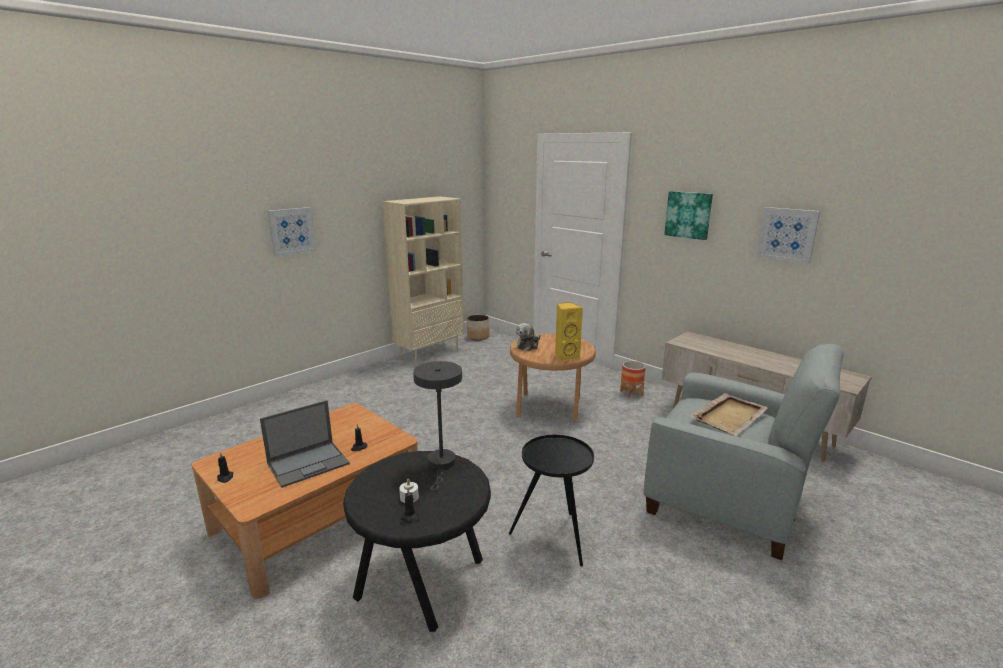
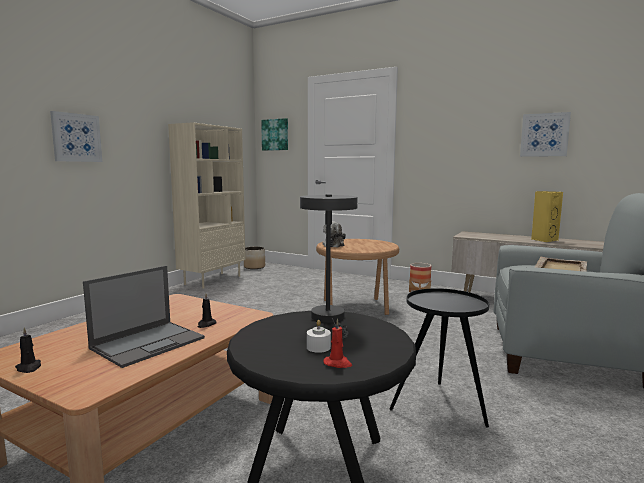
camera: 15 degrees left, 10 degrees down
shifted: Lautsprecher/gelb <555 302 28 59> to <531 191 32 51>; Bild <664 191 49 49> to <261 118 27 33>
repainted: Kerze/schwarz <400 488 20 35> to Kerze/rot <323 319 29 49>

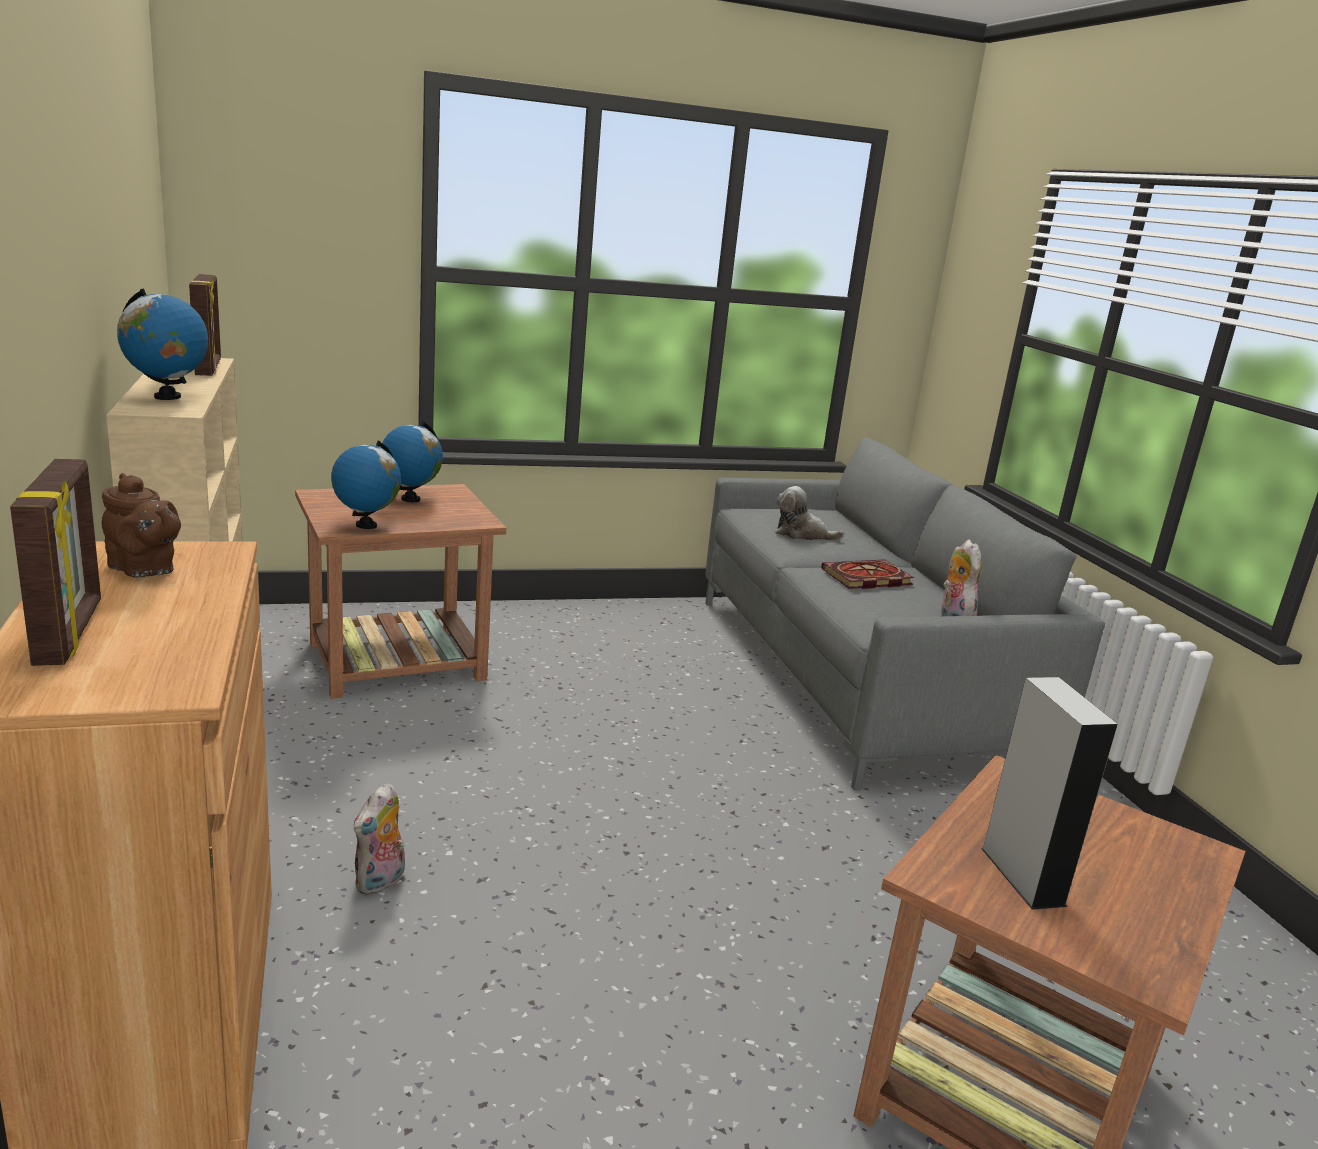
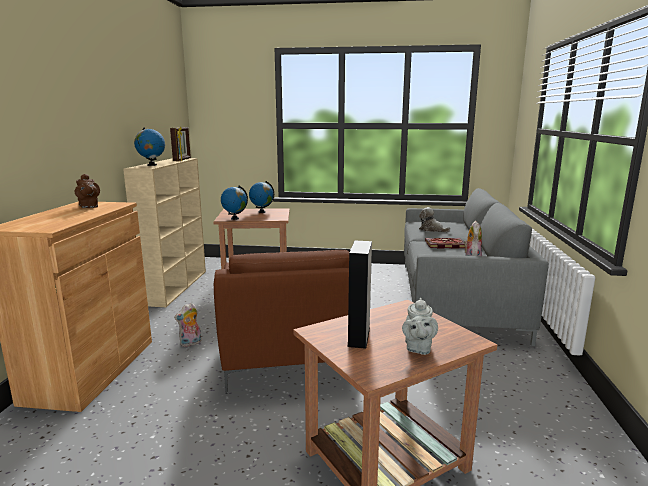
camera: 25 degrees right, 5 degrees down
gone: Bilderrahmen <10 459 91 207>
new: Sessel/braun <214 250 135 143>; Teekanne/grau <402 298 36 57>

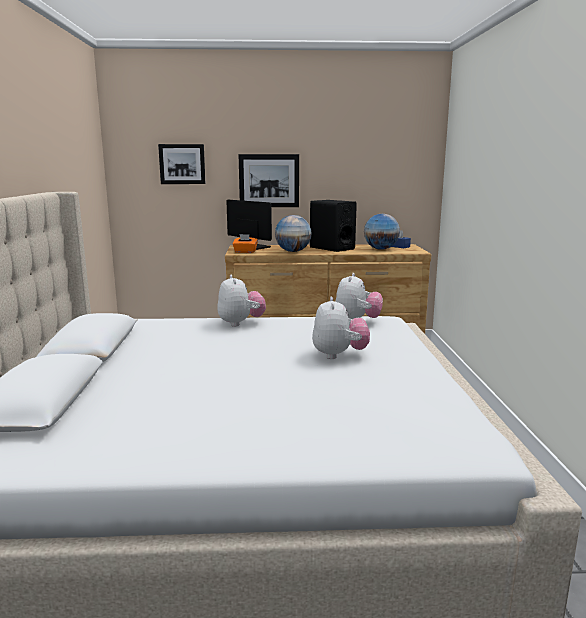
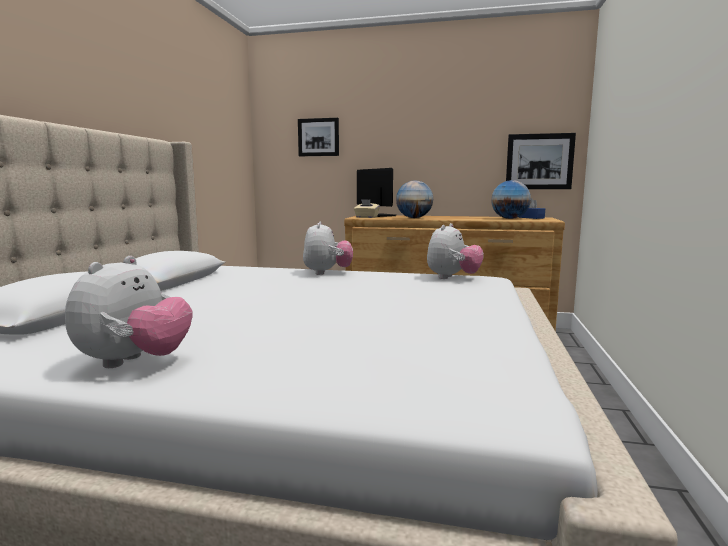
camera: 15 degrees right, 5 degrees down
gone: Lautsprecher/schwarz <310 200 47 52>
shifted: Bild <238 154 61 53> to <506 133 70 56>; Plüschtier <312 297 58 62> to <65 256 127 112>
repainted: Taschentuchbox/orange <232 234 26 19> to Taschentuchbox/beige <354 199 26 19>

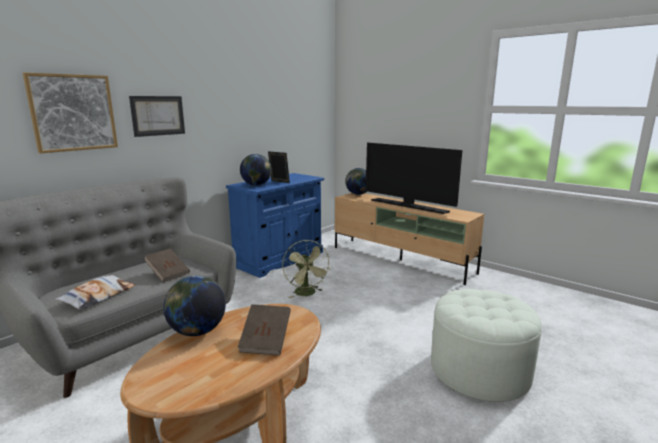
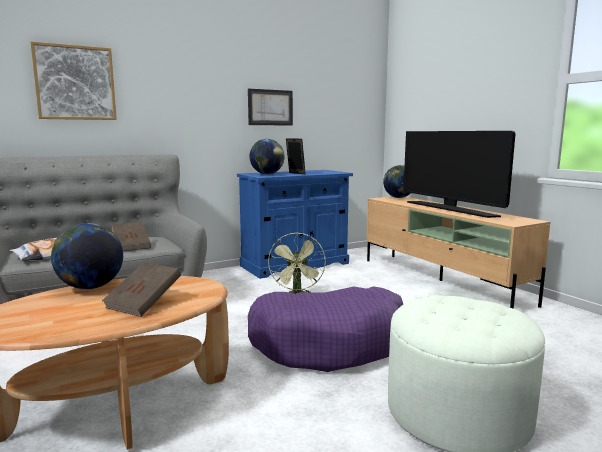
camera: 20 degrees right, 5 degrees down
new: Hundebett/lila <248 286 155 86>
shifted: Bild <129 96 56 41> to <248 89 45 37>

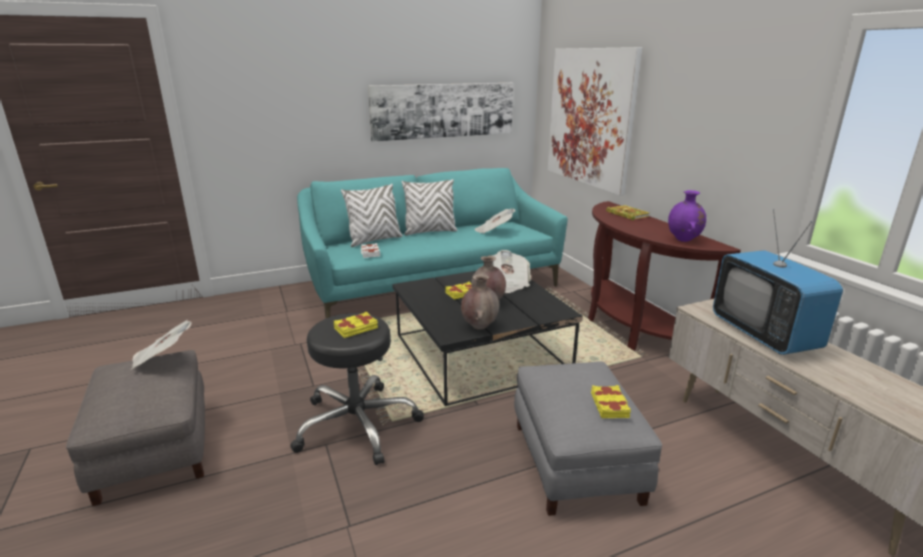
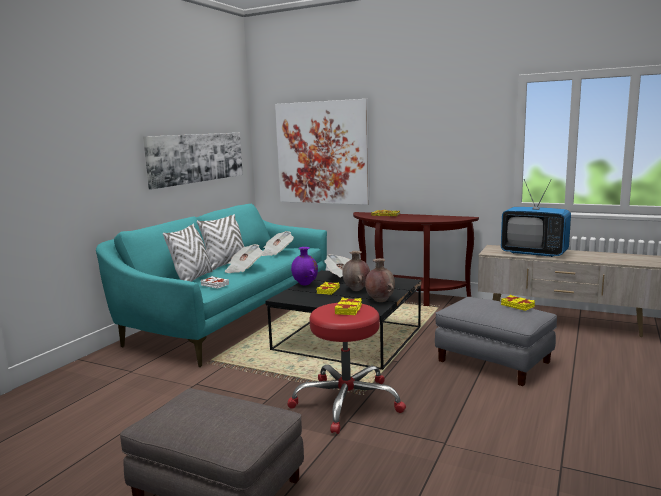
camera: 40 degrees left, 10 degrees down
shifted: Zeitung <131 320 61 49> to <225 244 38 29>; Vase/lila <668 190 38 52> to <291 247 27 38>
repainted: Hocker/schwarz <291 313 133 152> to Hocker/rot <287 303 119 131>

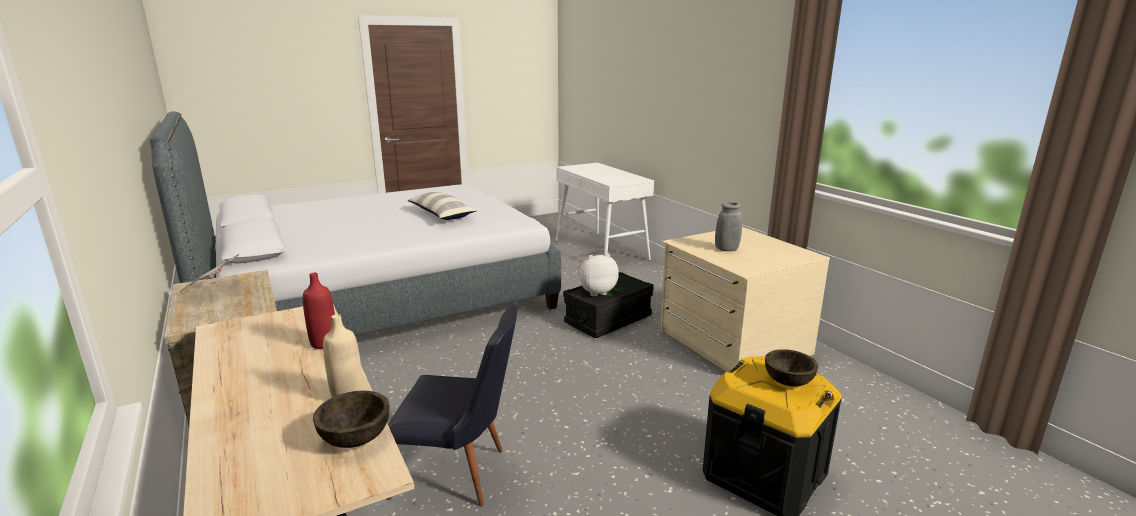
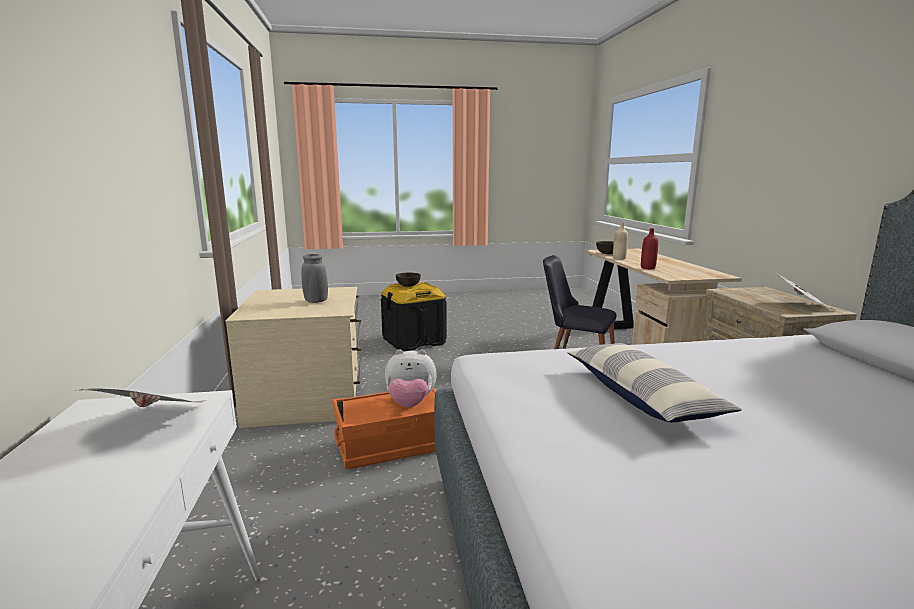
camera: 160 degrees left, 5 degrees down
new: Zeitung <75 388 132 19>
repainted: Aufbewahrungsbox/schwarz <563 272 91 66> to Aufbewahrungsbox/orange <333 387 103 82>

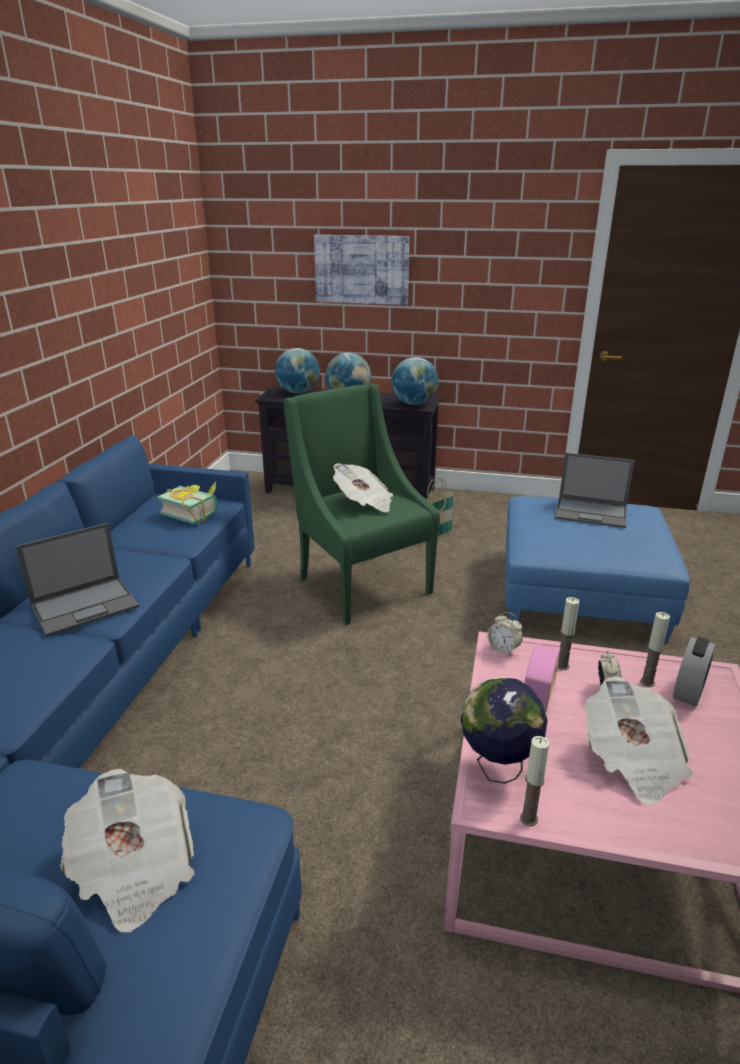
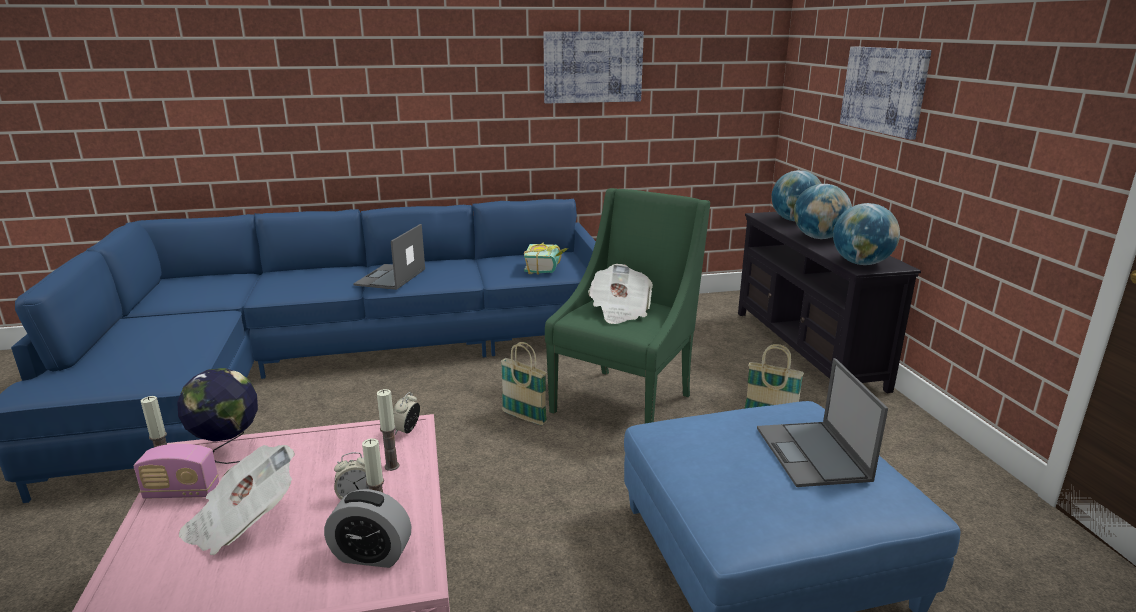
camera: 65 degrees right, 5 degrees down
gone: Zeitung <60 768 134 164>
new: Korb <501 342 46 83>; Bild <543 31 101 72>
shifted: Radio <524 643 36 70> to <134 444 85 55>
rotated: Laptop <16 523 123 114> = <353 224 72 66> 75 degrees clockwise

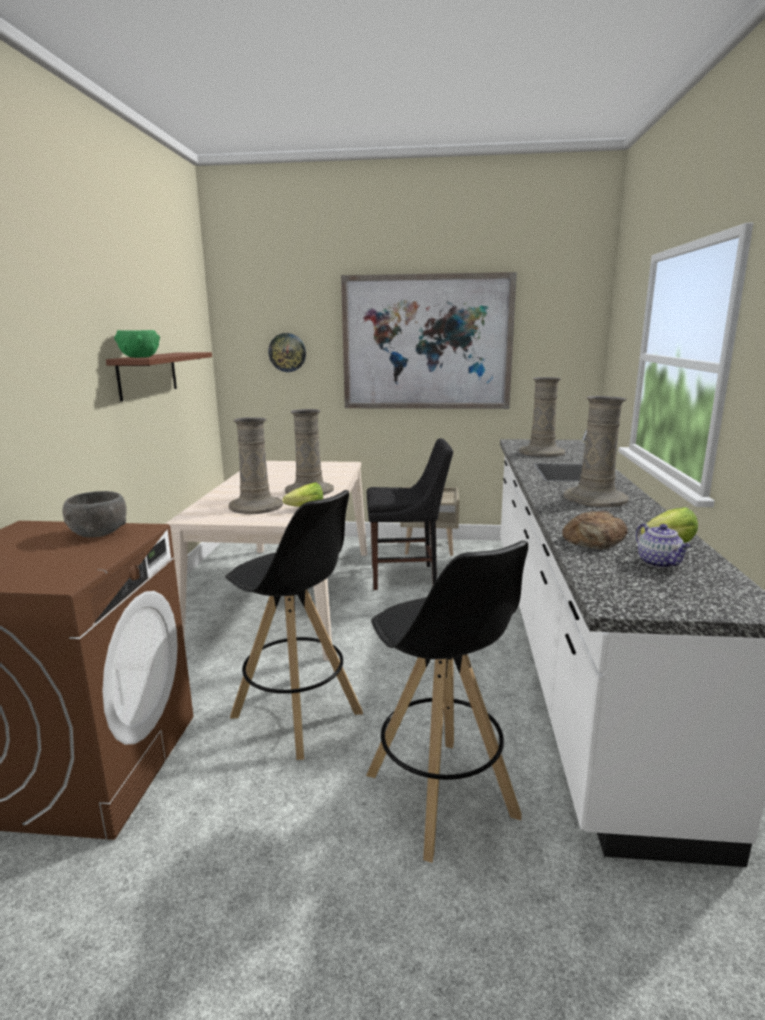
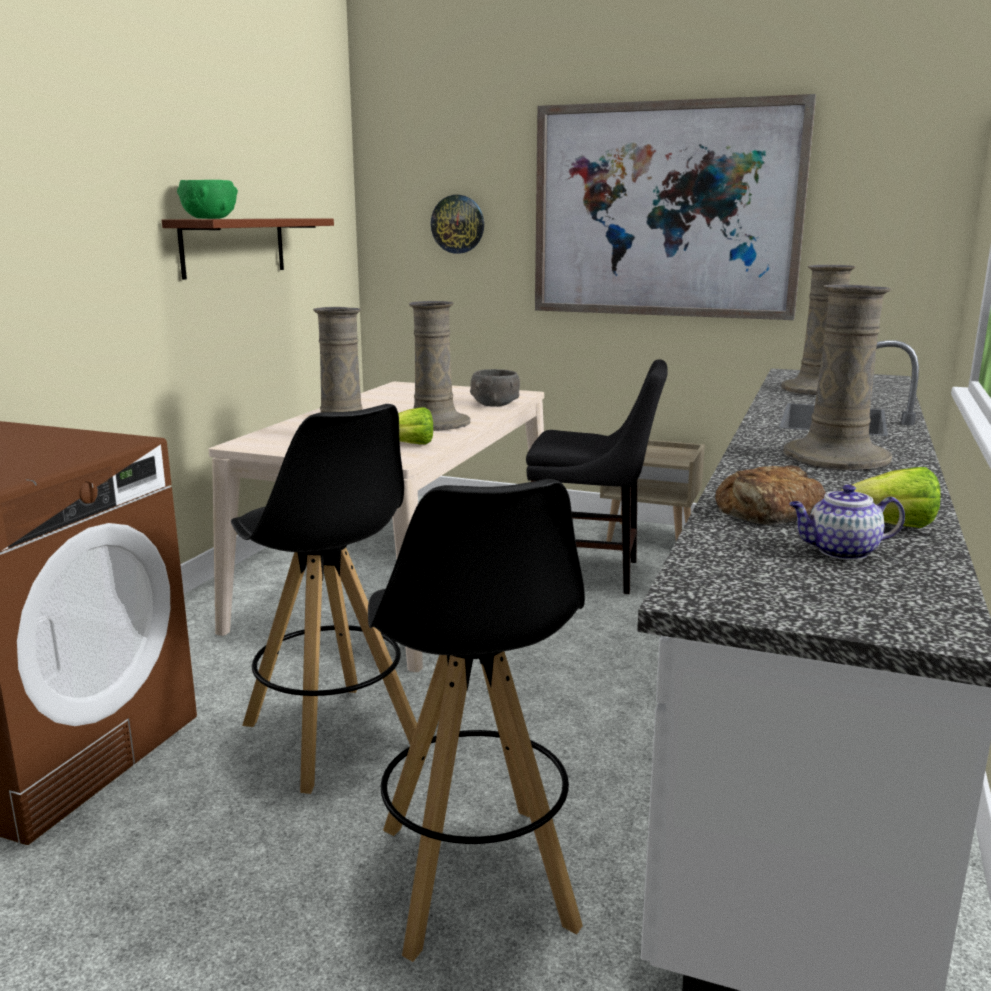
camera: 15 degrees right, 0 degrees up
shifted: Schüssel/grau <62 491 65 46> to <470 369 50 38>
rotated: Teekanne <636 523 55 45> = <789 485 116 75> 90 degrees clockwise

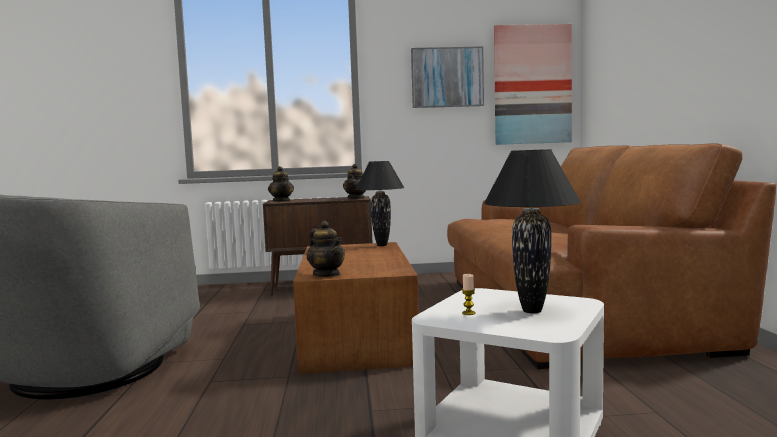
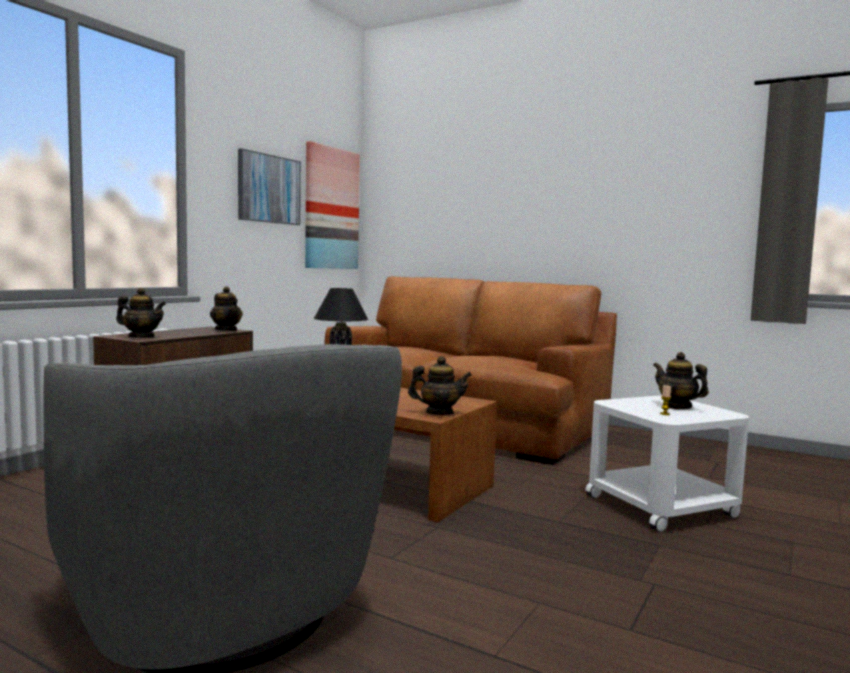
camera: 55 degrees left, 0 degrees up
swapped: Tischlampe/schwarz <483 149 98 164> to Teekanne <653 352 56 57>

